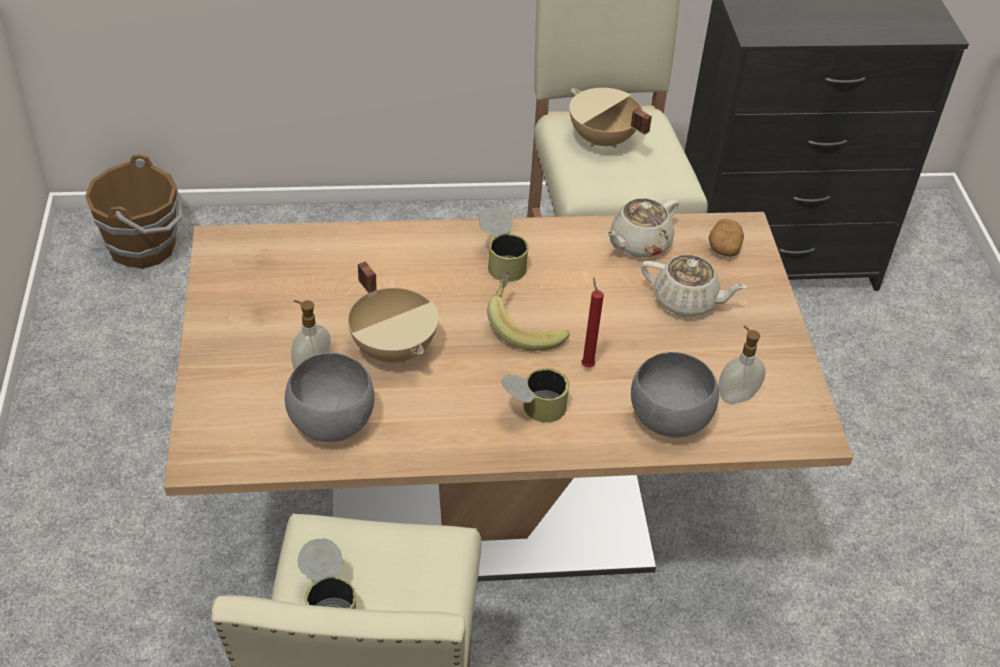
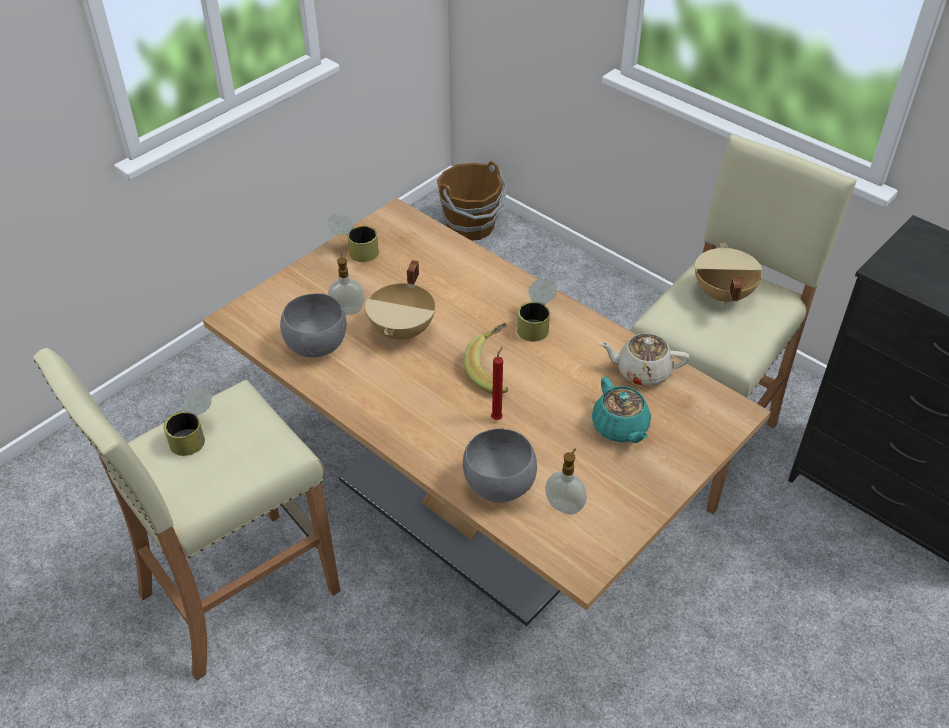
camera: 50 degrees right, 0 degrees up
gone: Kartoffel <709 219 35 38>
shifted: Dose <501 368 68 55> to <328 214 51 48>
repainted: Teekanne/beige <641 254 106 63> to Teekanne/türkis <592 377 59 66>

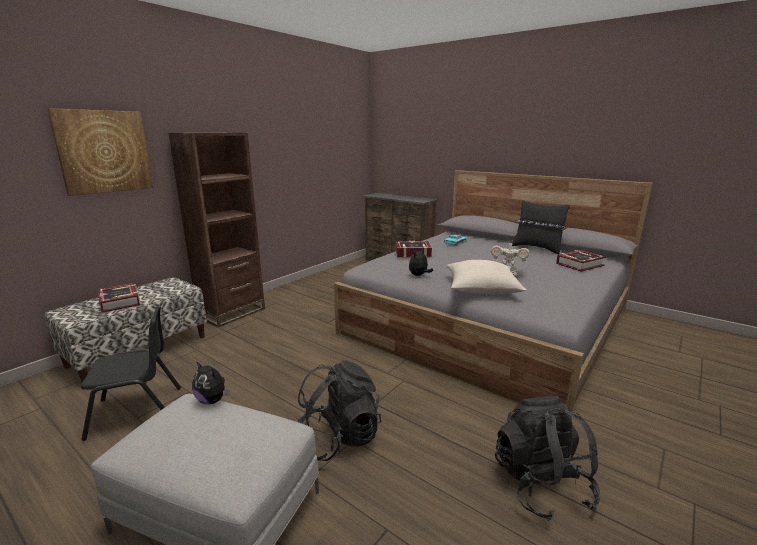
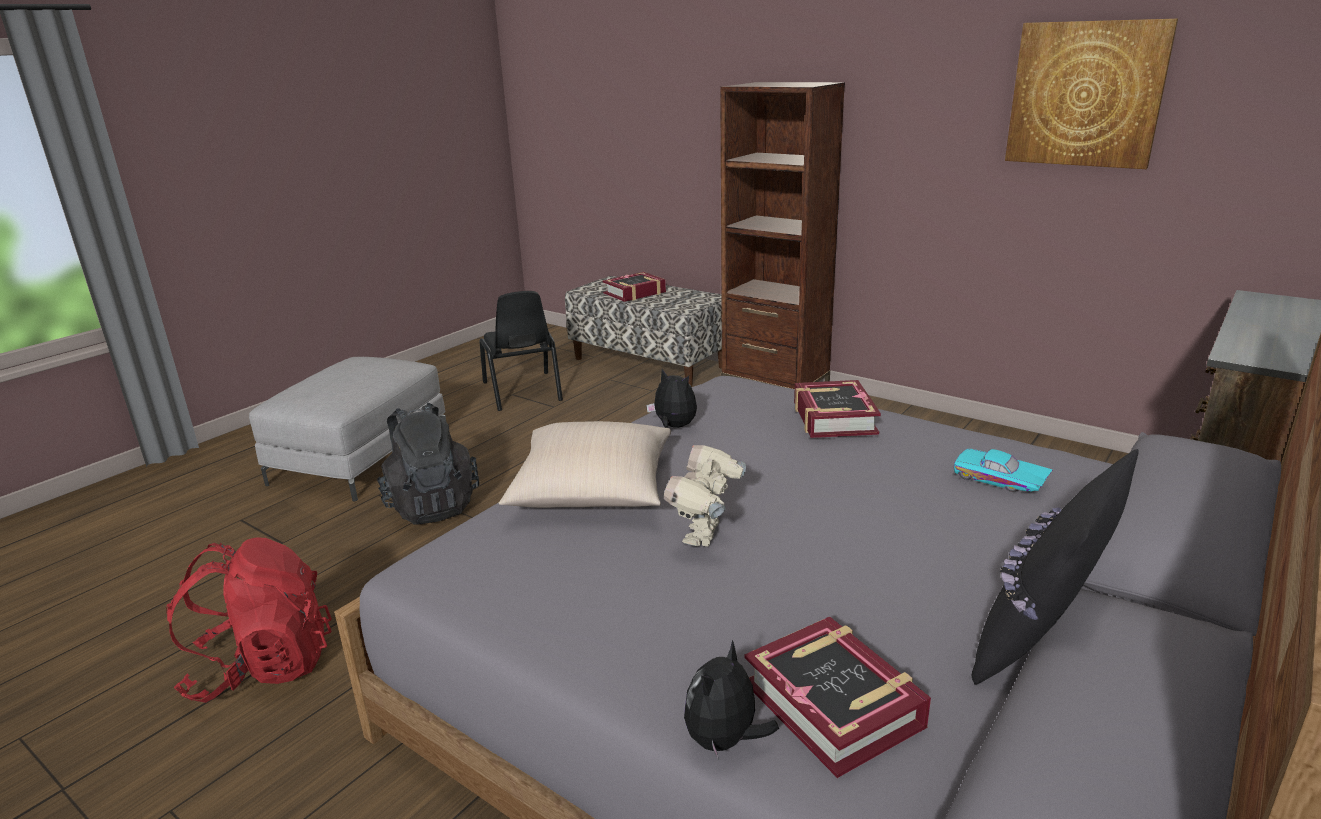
camera: 90 degrees right, 5 degrees up
shifted: Bild <47 108 106 88> to <1005 19 173 150>; Plüschtier <192 361 38 43> to <684 640 95 120>
repainted: Rucksack/schwarz <495 396 106 125> to Rucksack/rot <166 537 166 166>

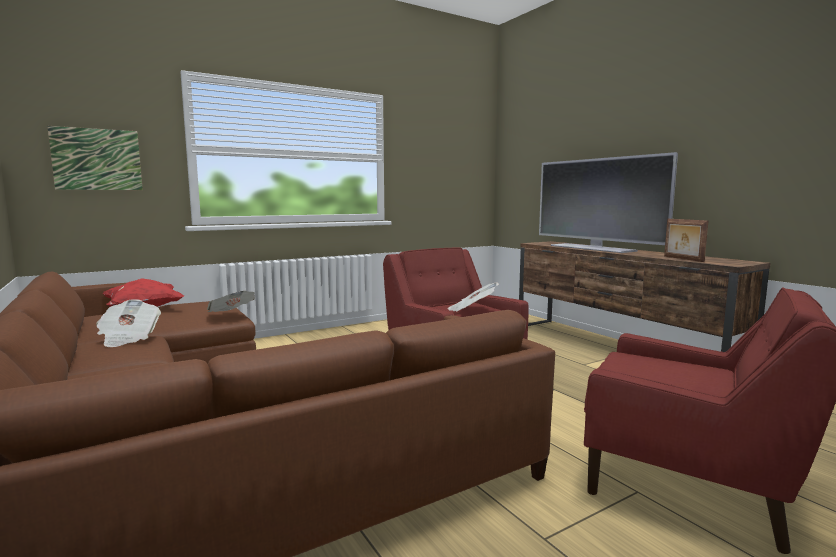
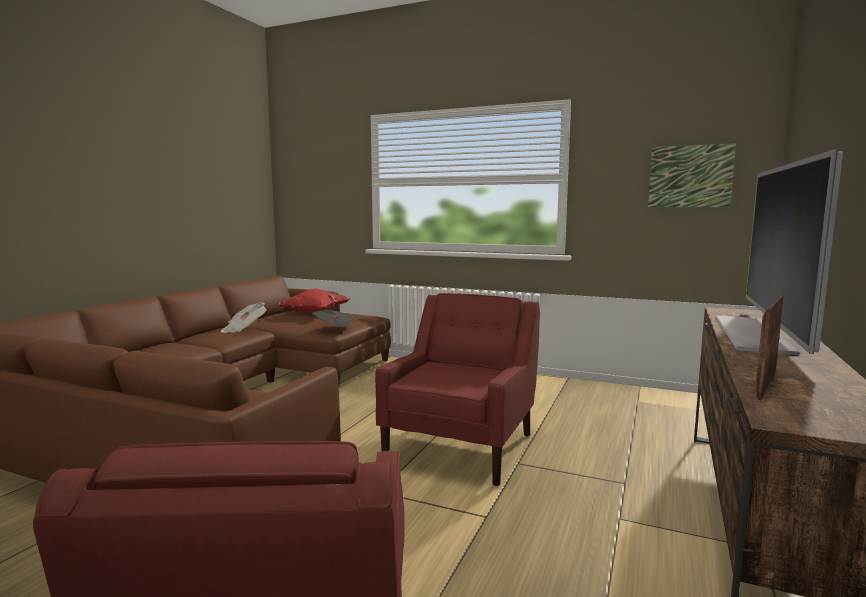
camera: 55 degrees right, 0 degrees up
gone: Zeitung <448 283 51 29>
shifted: Bild <47 126 96 64> to <648 143 88 64>

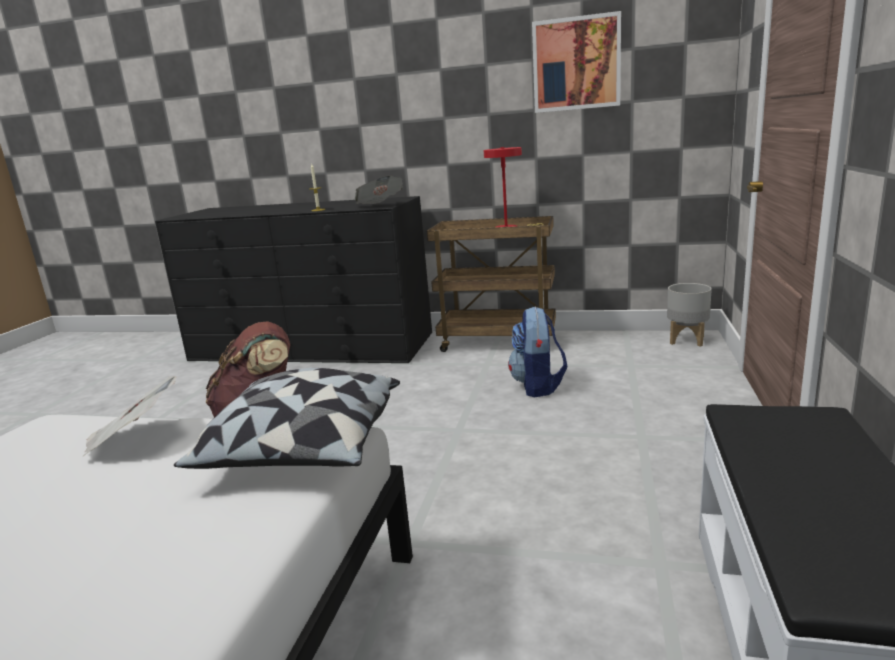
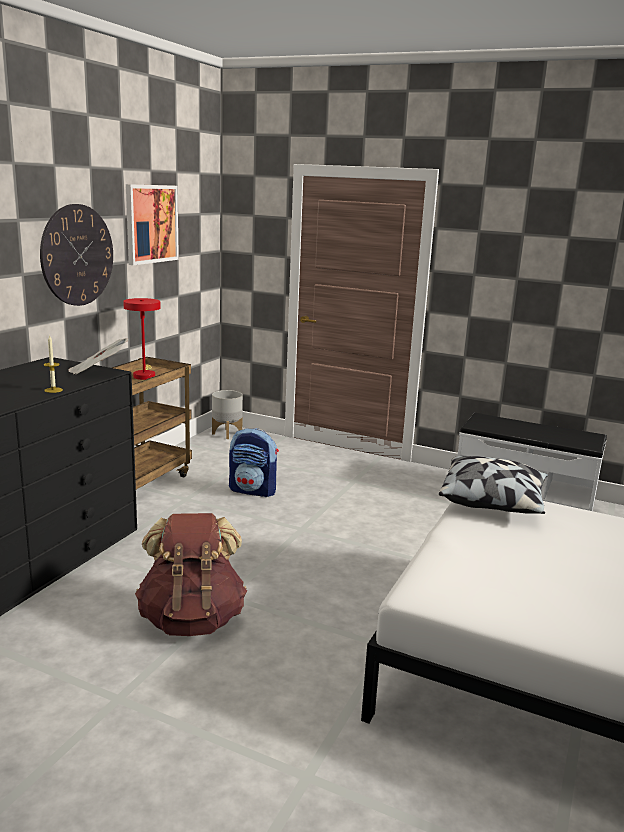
camera: 80 degrees left, 0 degrees up
gone: Zeitung <82 376 94 81>
new: Wanduhr <40 204 73 102>

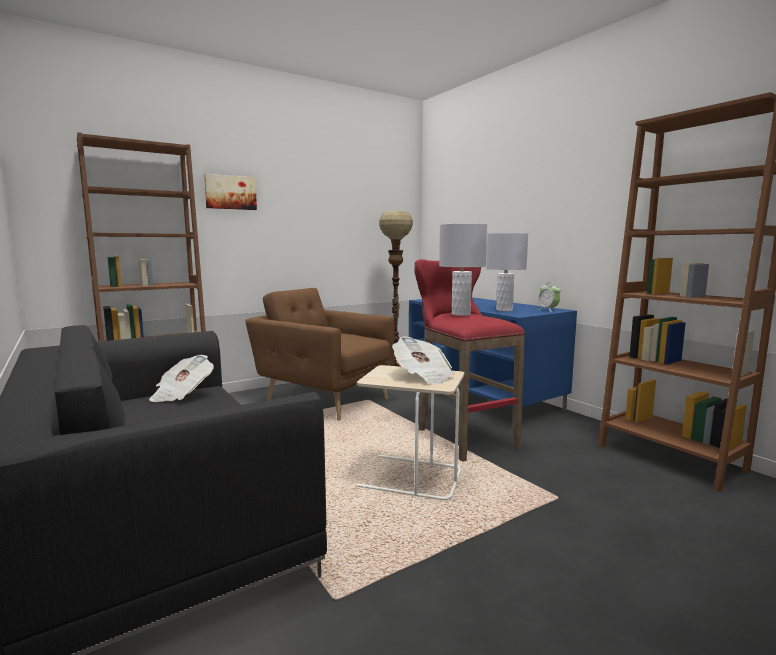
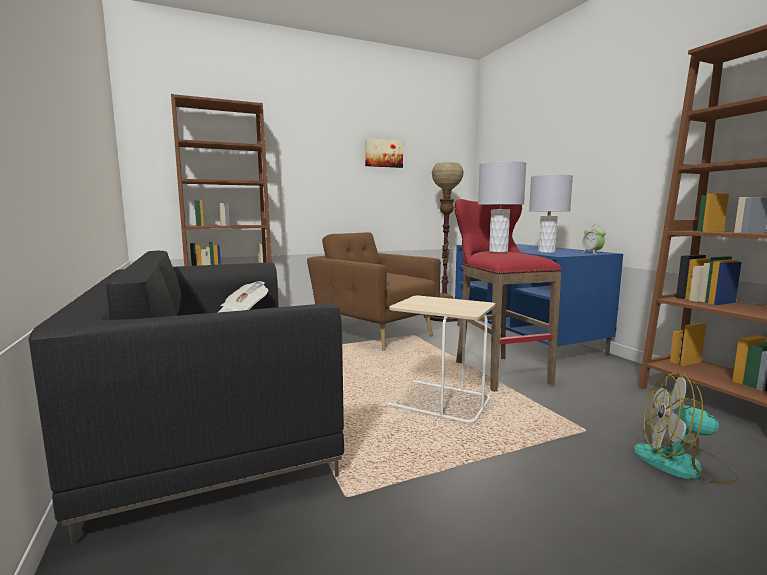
camera: 10 degrees right, 0 degrees up
gone: Zeitung <392 336 63 49>
new: Ventilator <634 373 105 111>
shifted: Bild <204 174 53 36> to <365 138 38 30>

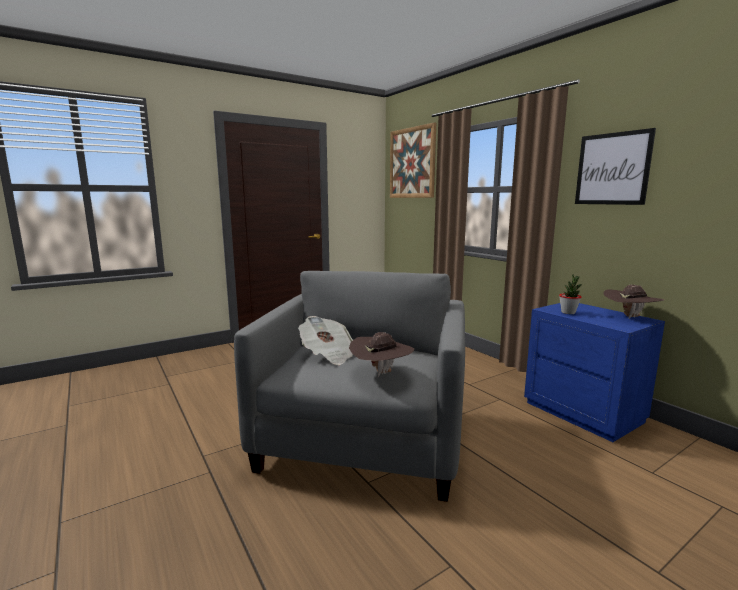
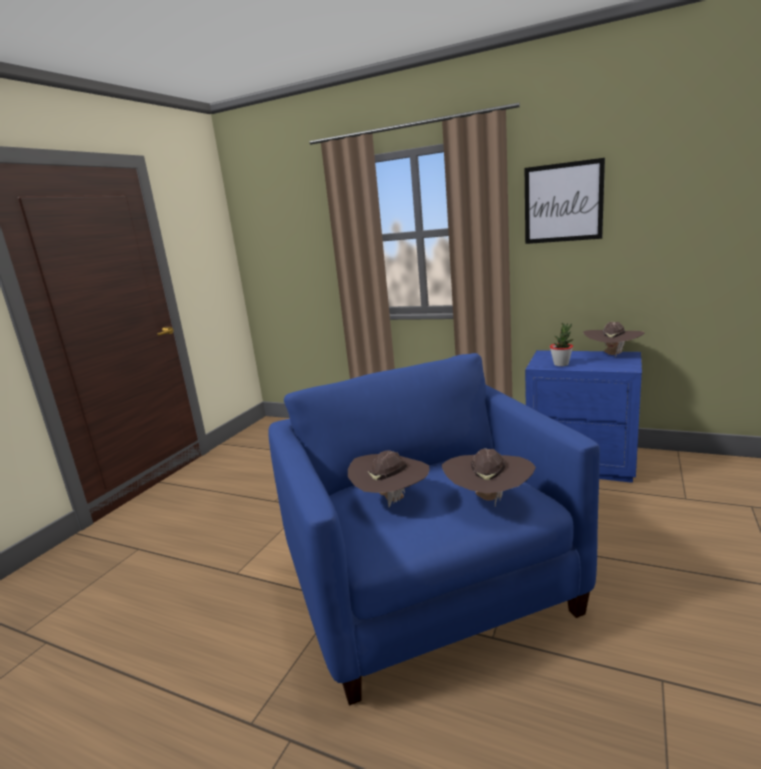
camera: 30 degrees left, 5 degrees up
gone: Bild <390 122 46 76>
swapped: Zeitung <298 316 55 49> to Hut/braun <348 450 82 57>
repainted: Sessel/grau <234 271 231 231> to Sessel/blau <269 353 331 353>

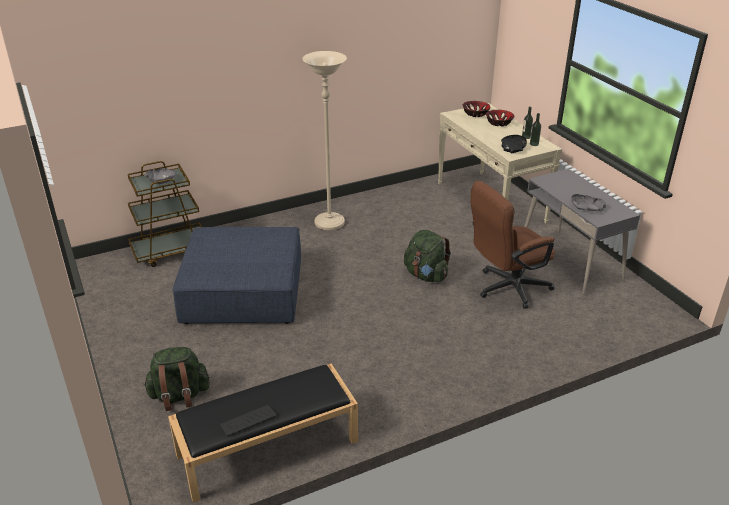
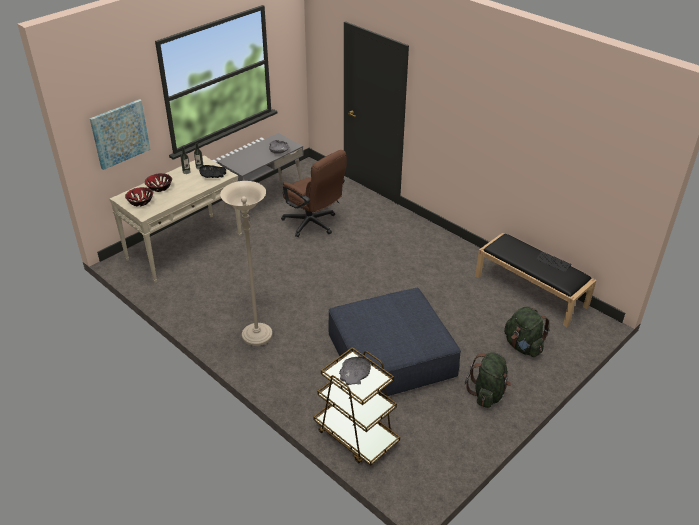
camera: 110 degrees left, 5 degrees up
new: Bild <90 99 61 71>
shifted: Rucksack/grün <404 230 47 53> to <465 352 46 56>

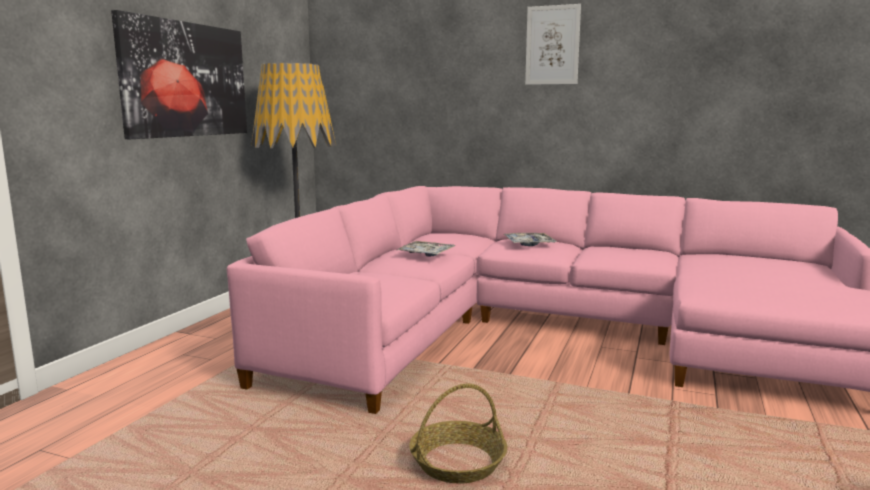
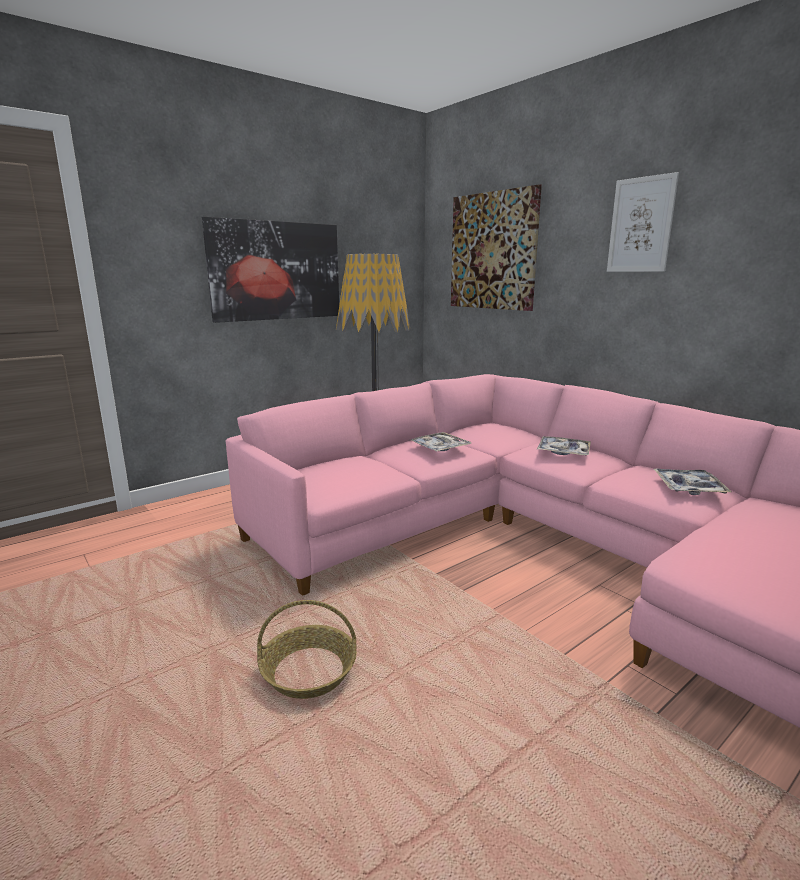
camera: 30 degrees right, 5 degrees up
new: Bild <451 184 91 127>; Tablett <654 469 77 26>

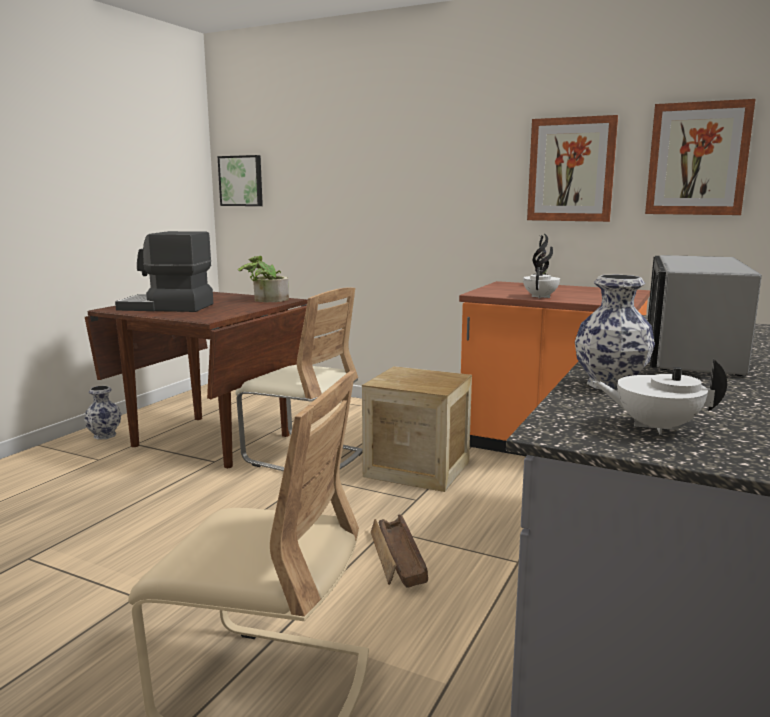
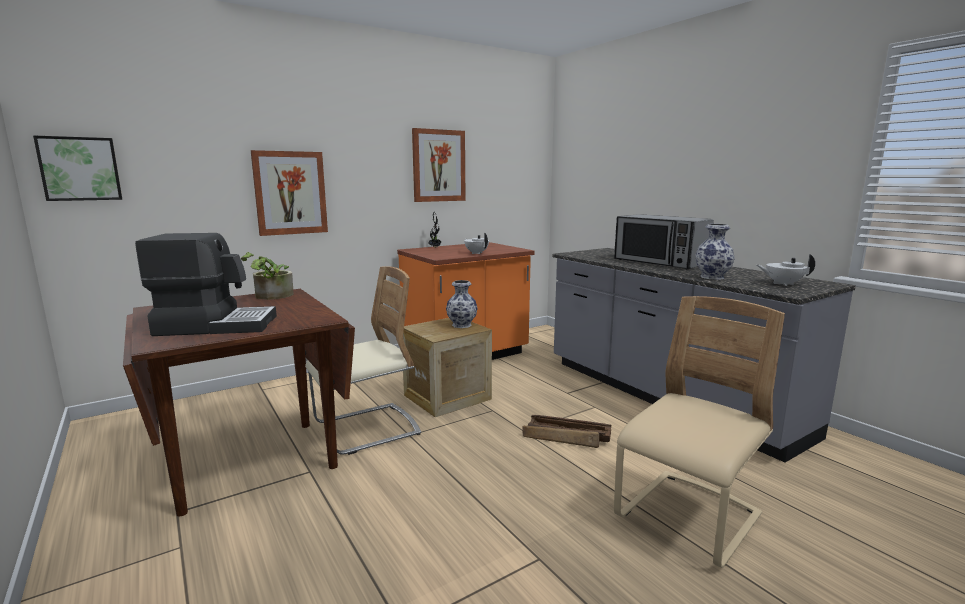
camera: 60 degrees left, 0 degrees up
shifted: Vase <84 386 37 54> to <446 280 32 48>; Bild <645 99 110 116> to <251 150 77 86>
rotated: Kaffeemaschine <115 231 98 81> = <135 233 142 103> 135 degrees counterclockwise; Teekanne/weiß <592 359 135 76> = <757 254 58 32> 60 degrees clockwise

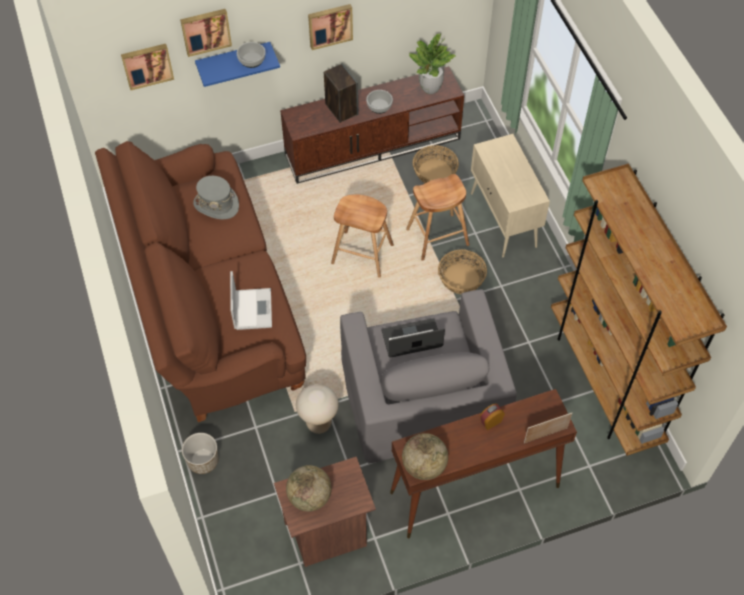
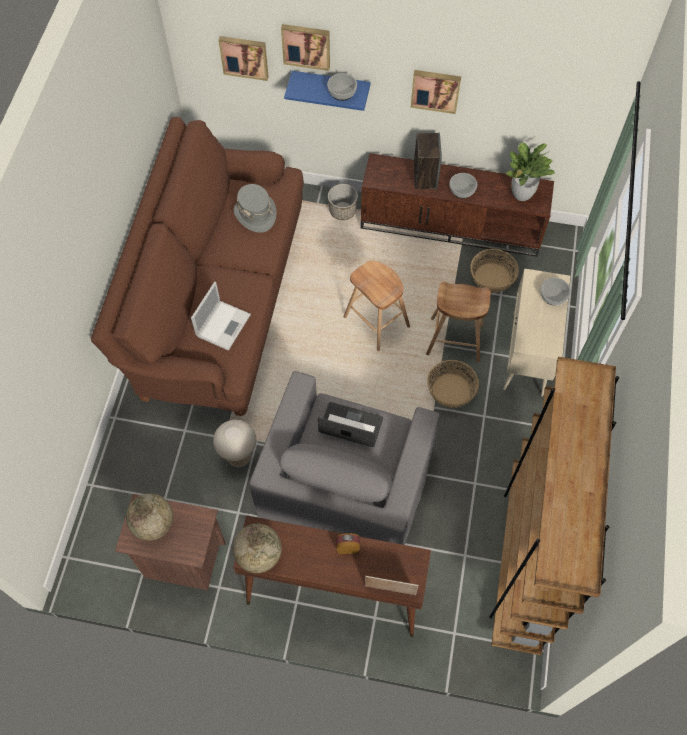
camera: 30 degrees right, 5 degrees up
new: Schüssel <540 278 31 27>
shifted: Pflanzkübel <182 433 37 41> to <328 184 30 36>

